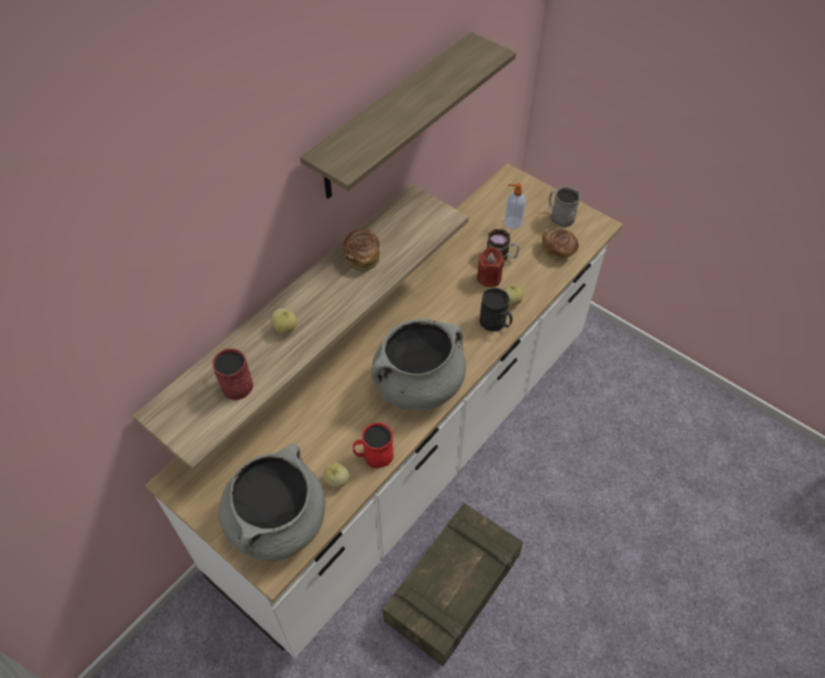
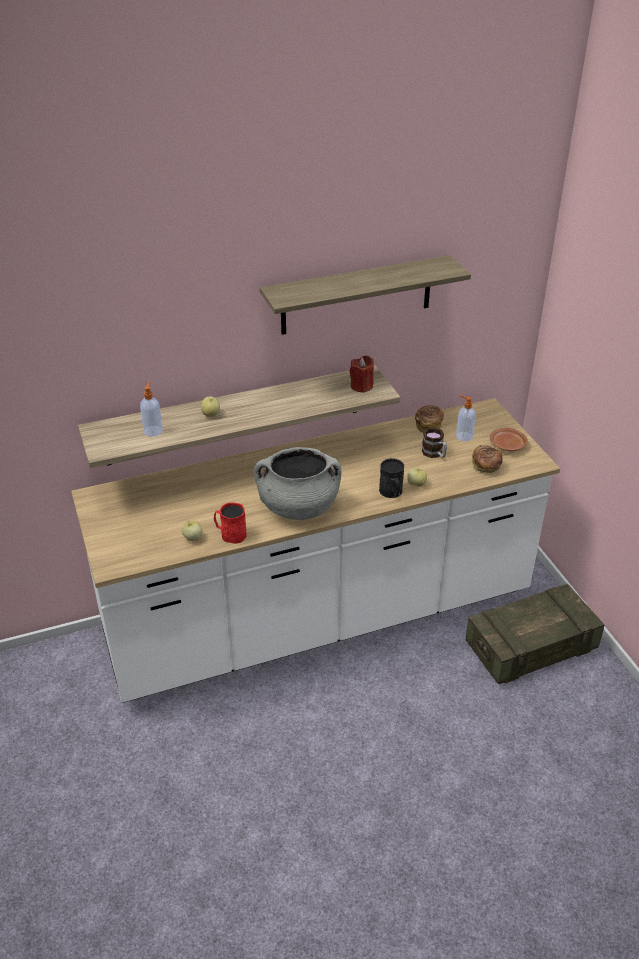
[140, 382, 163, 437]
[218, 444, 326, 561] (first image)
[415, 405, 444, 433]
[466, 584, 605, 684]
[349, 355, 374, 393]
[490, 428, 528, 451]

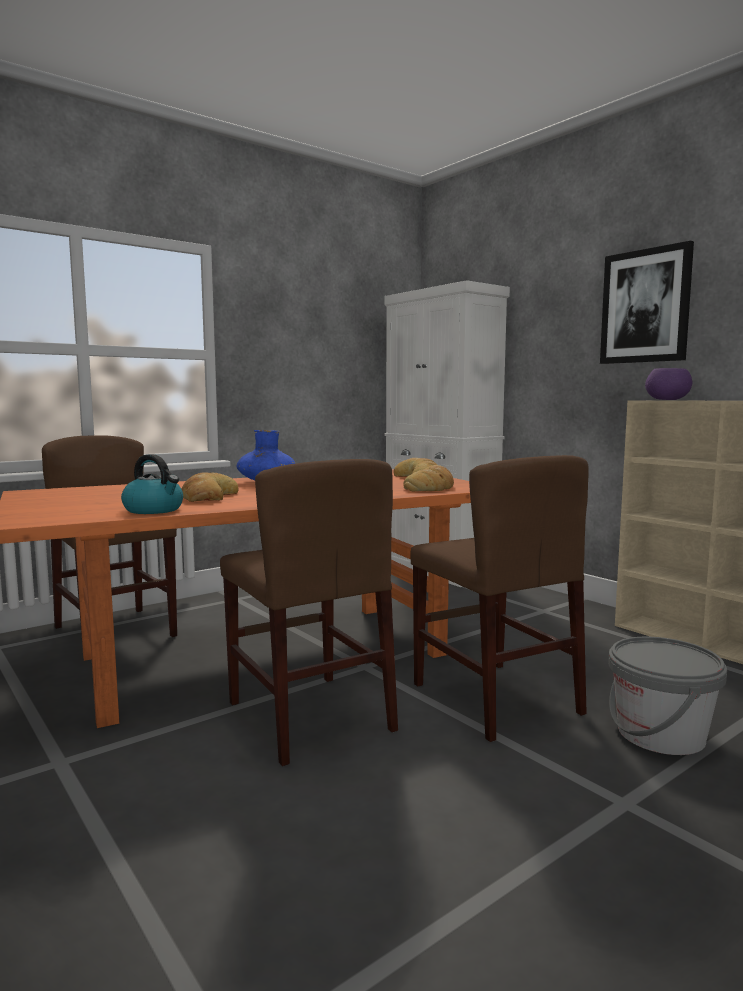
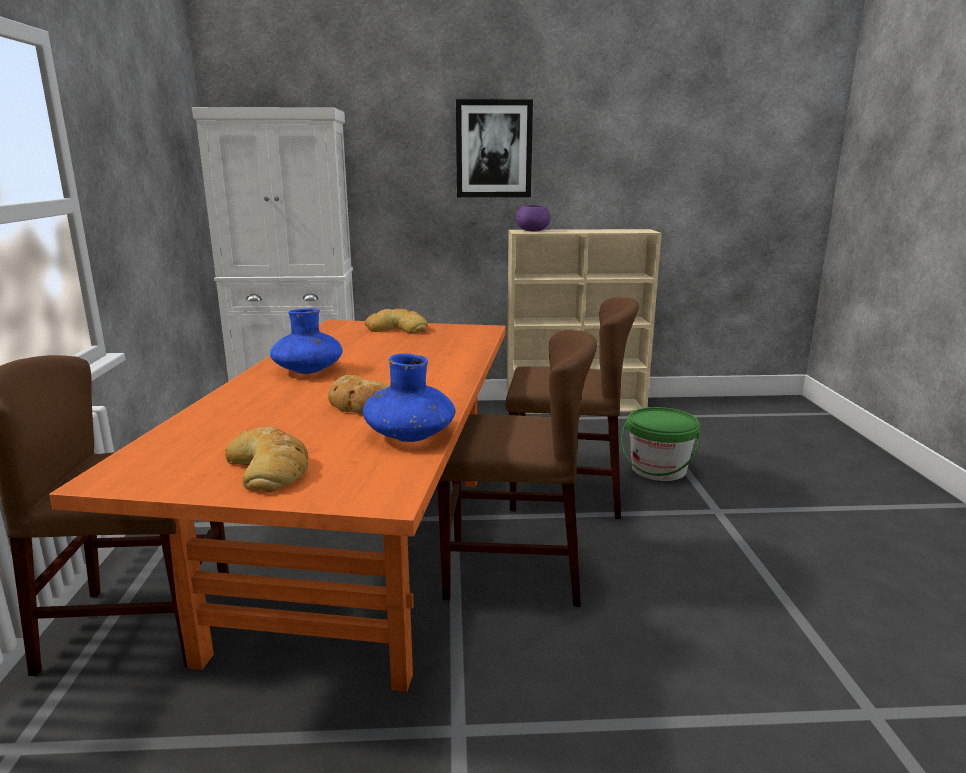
[363, 354, 455, 442]
[225, 427, 308, 492]
[621, 407, 701, 481]

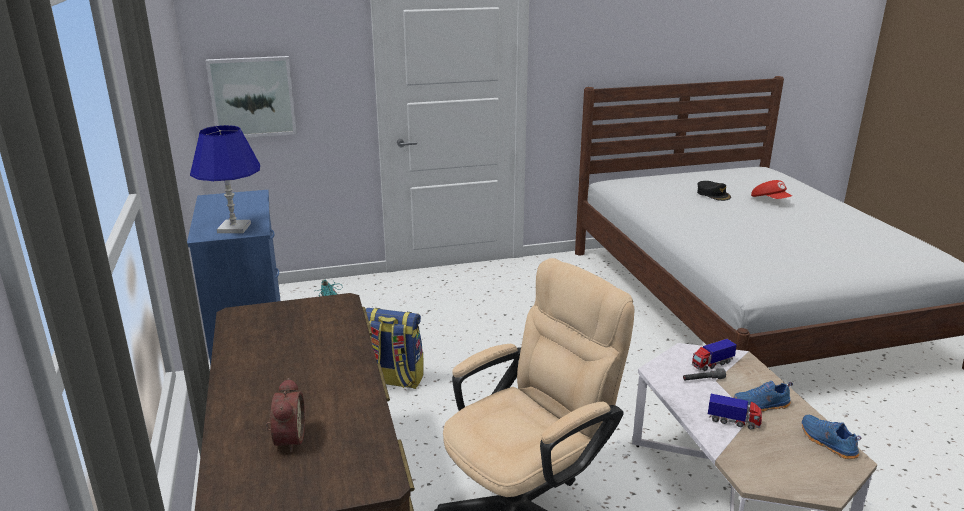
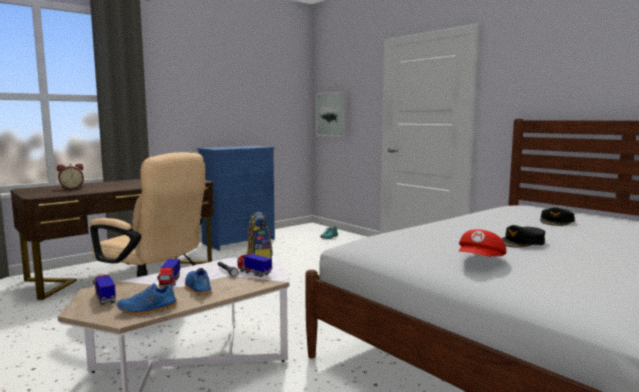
[190, 125, 260, 233] (first image)
[459, 229, 506, 257]
[116, 282, 178, 315]
[93, 275, 116, 305]
[501, 225, 545, 247]

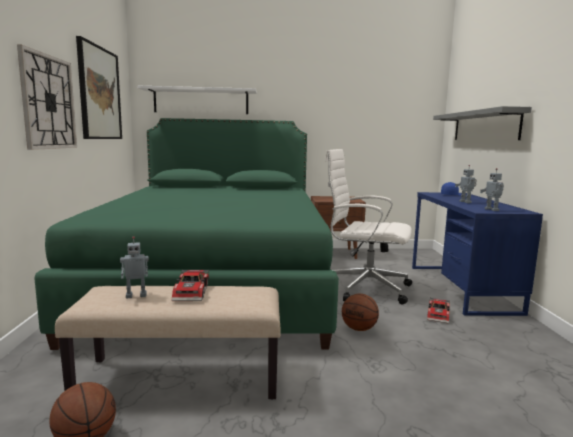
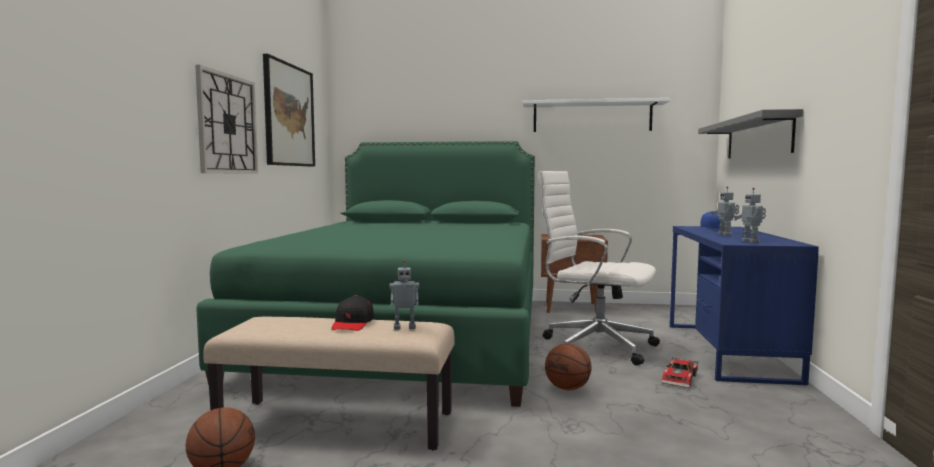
[389, 260, 420, 330]
[523, 98, 671, 132]
[331, 295, 374, 331]

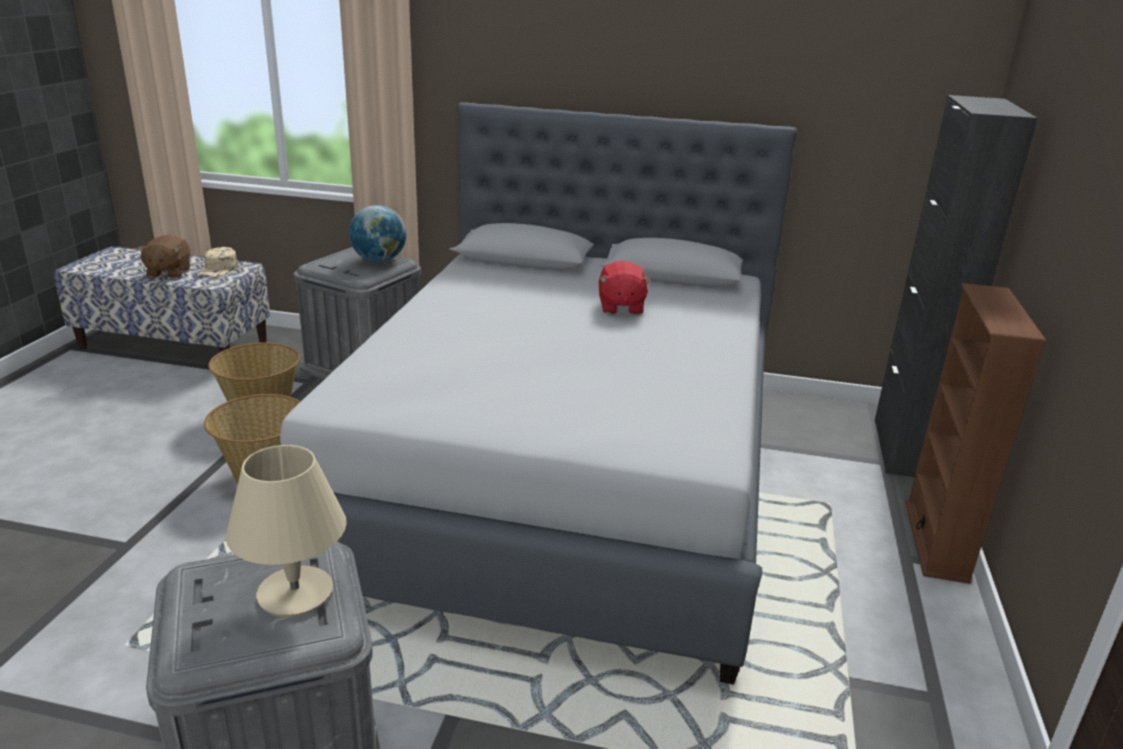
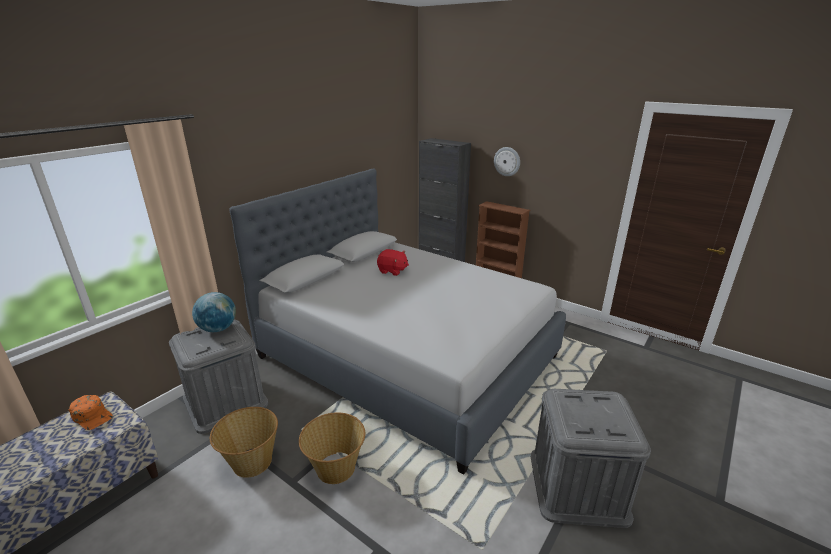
[137, 235, 190, 278] (first image)
[69, 395, 113, 430]
[226, 445, 347, 618] (first image)
[494, 147, 520, 176]

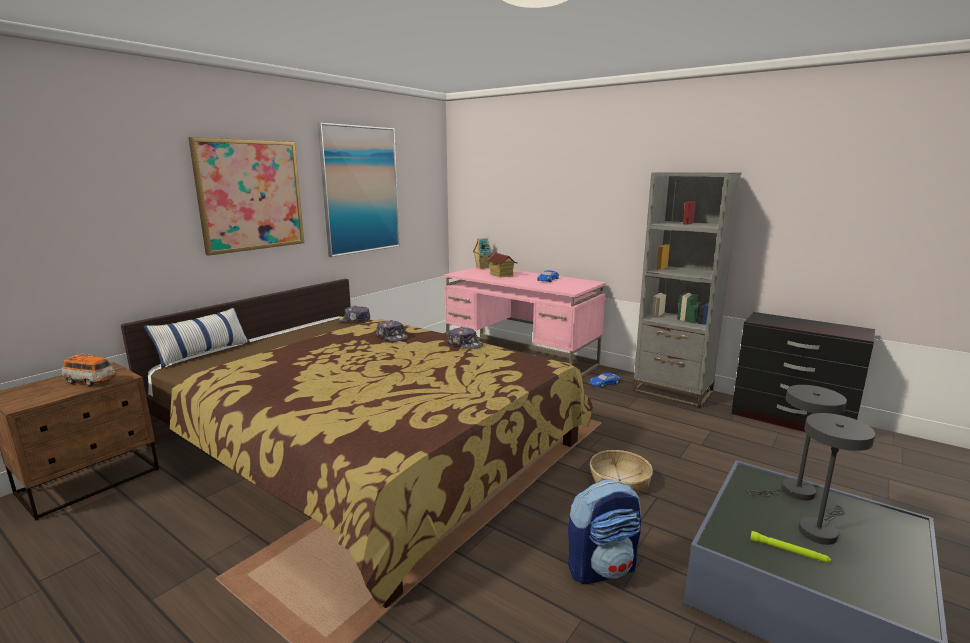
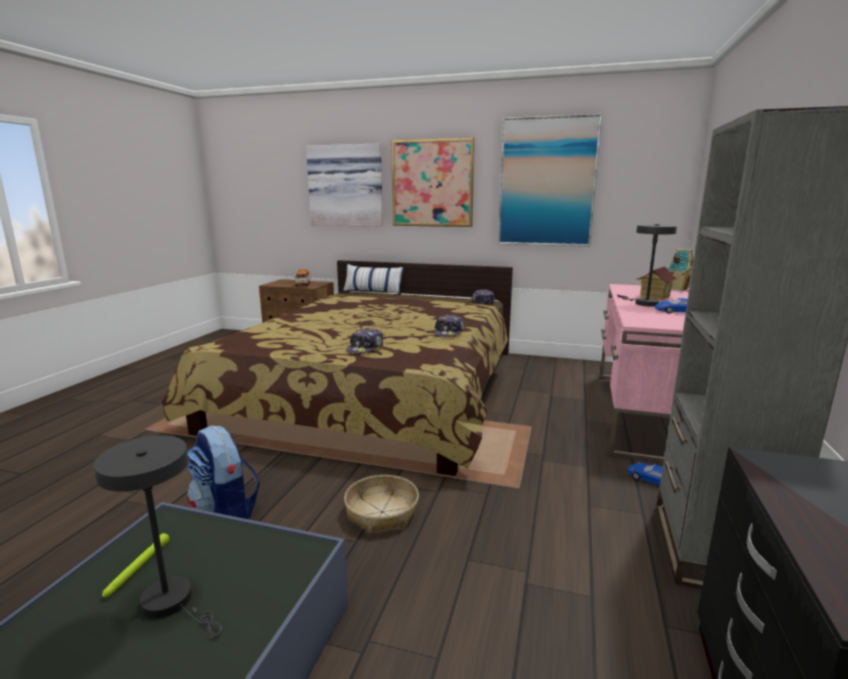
[346, 328, 383, 354]
[617, 224, 677, 307]
[306, 143, 383, 227]

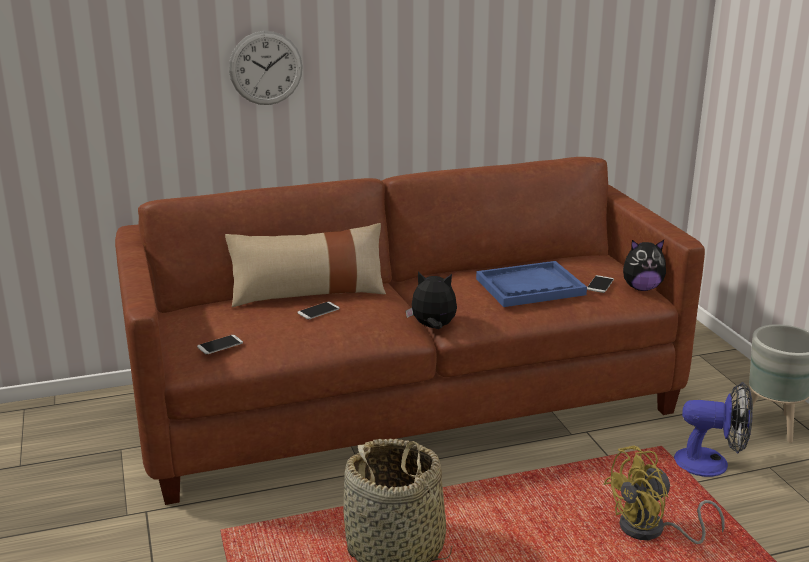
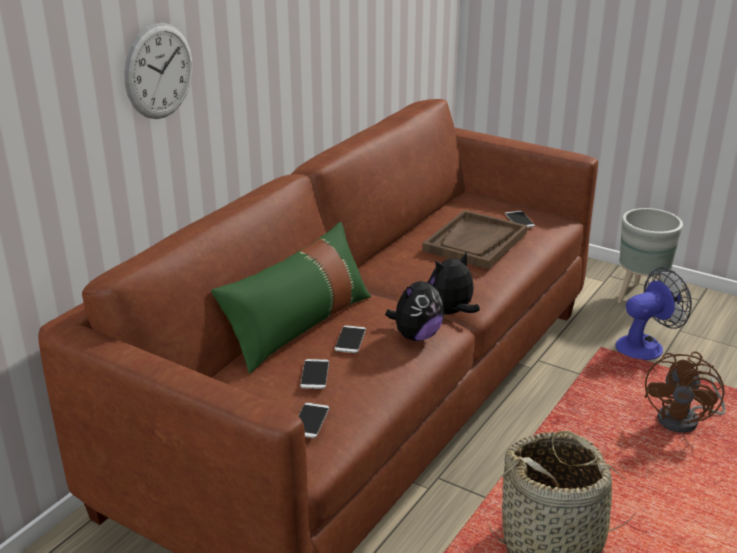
[211, 222, 371, 373]
[422, 210, 527, 269]
[644, 351, 725, 433]
[385, 274, 444, 341]
[300, 359, 329, 389]

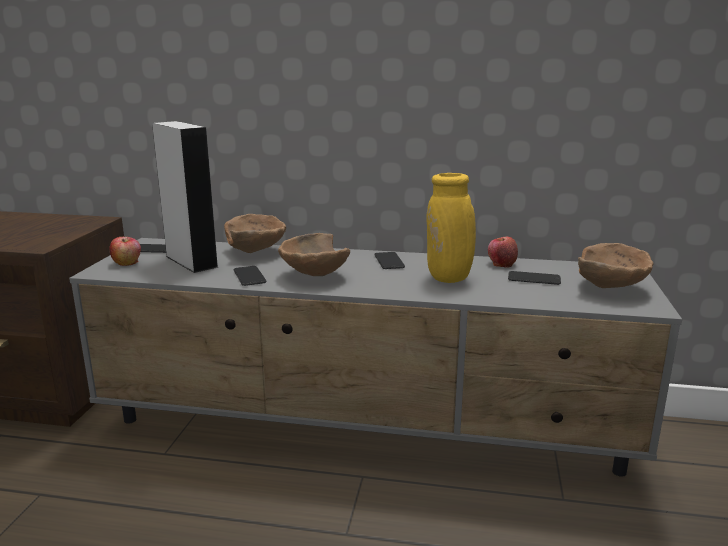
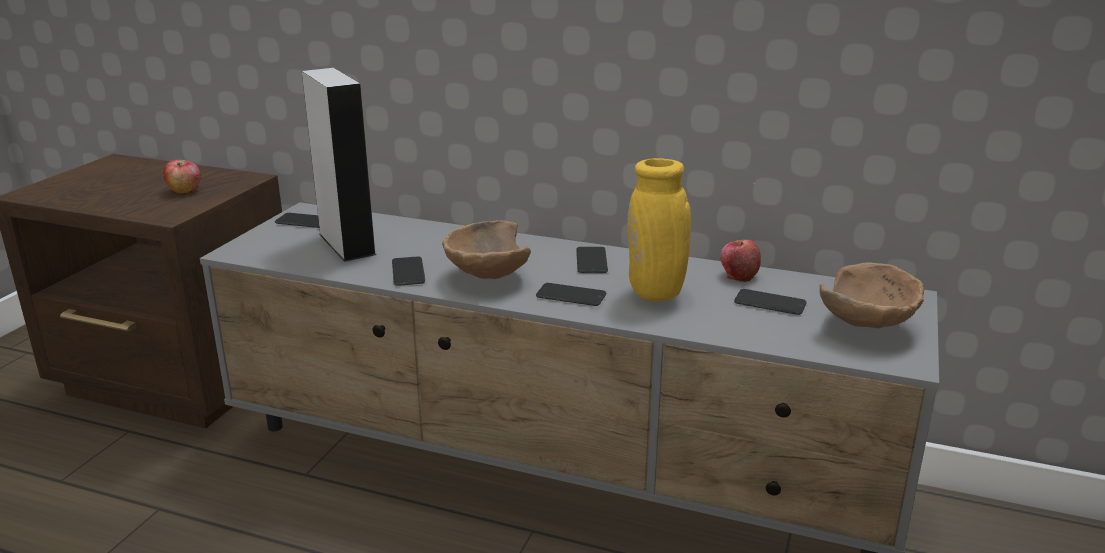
[163, 159, 201, 194]
[224, 214, 286, 253] (first image)
[536, 283, 606, 306]

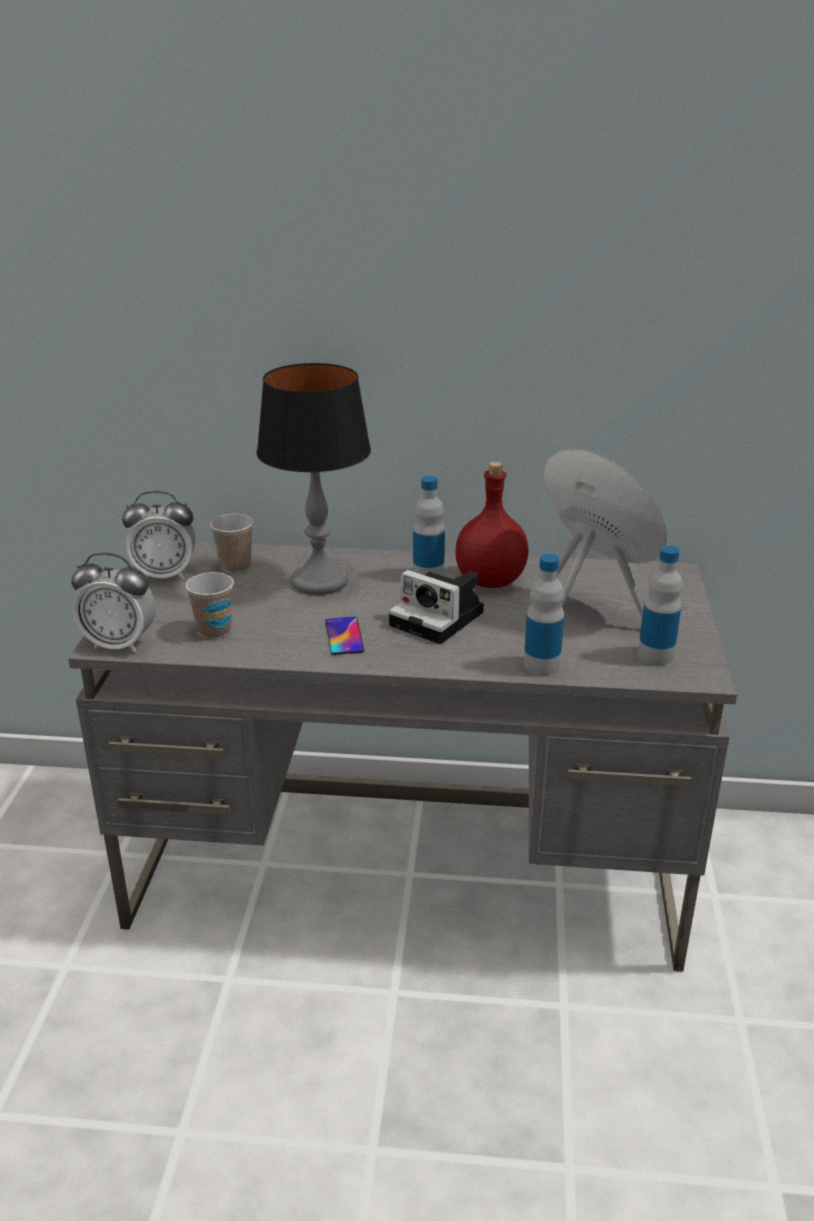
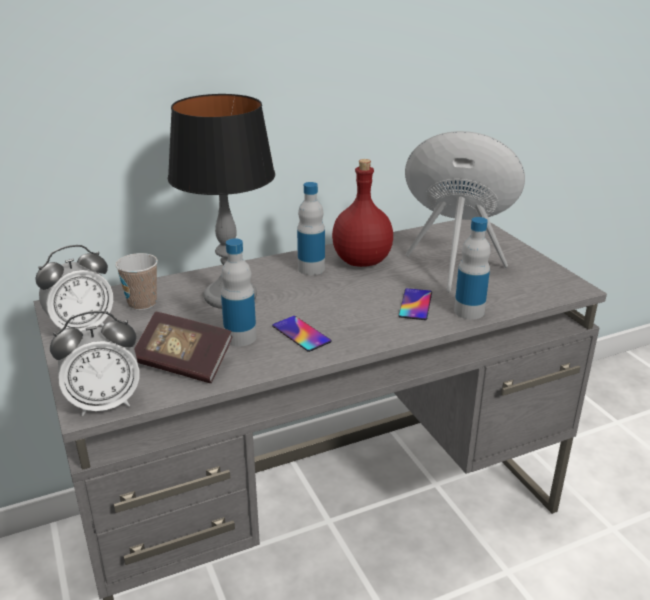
[134, 311, 233, 383]
[389, 570, 484, 644] (first image)
[221, 238, 256, 347]
[399, 288, 432, 320]

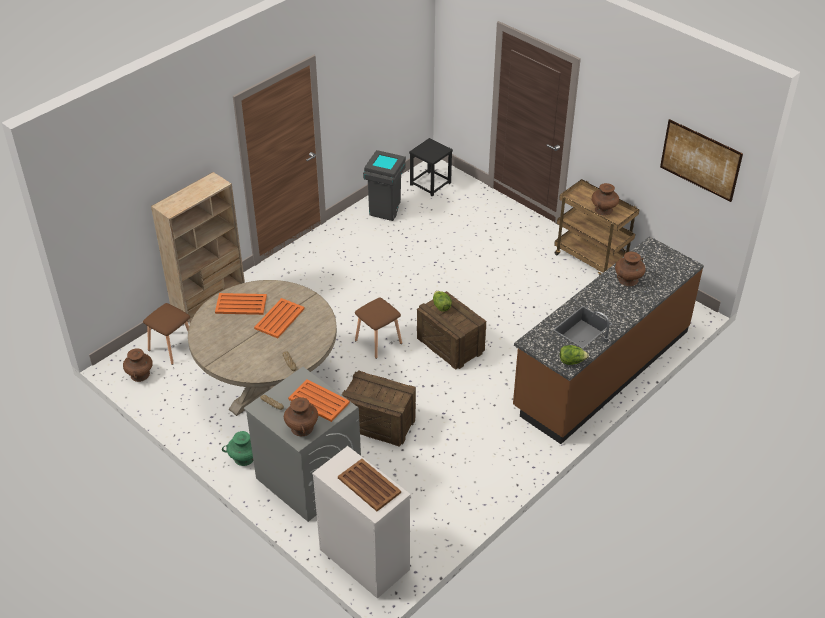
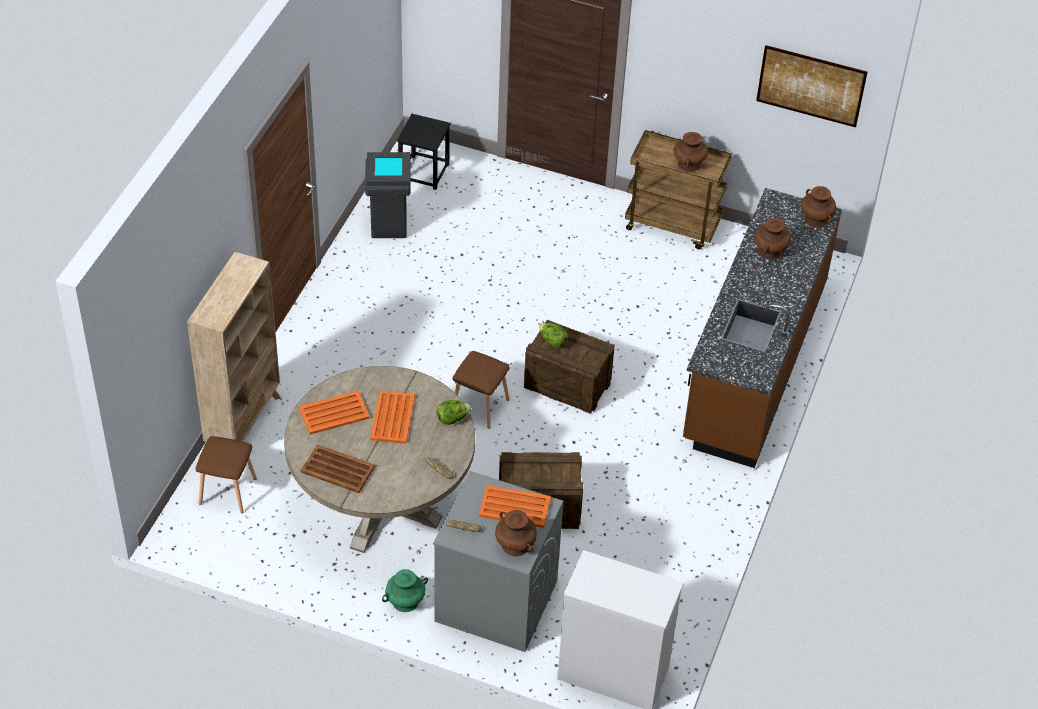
[801, 186, 836, 228]
[301, 444, 375, 493]
[437, 400, 472, 425]

